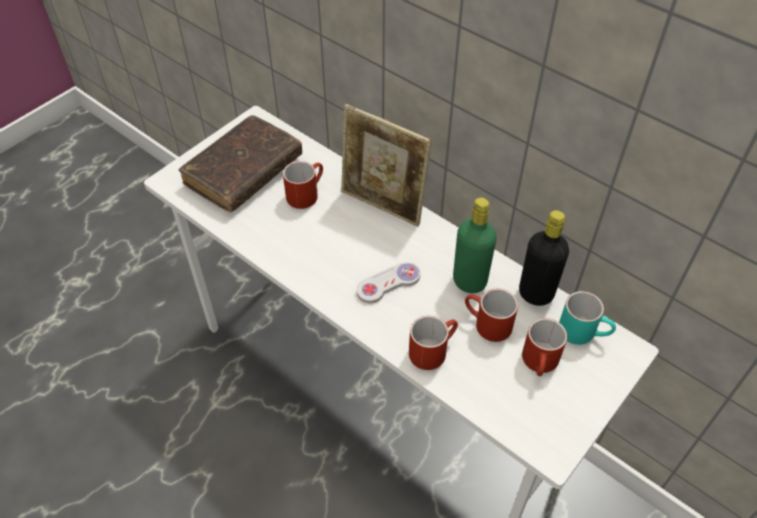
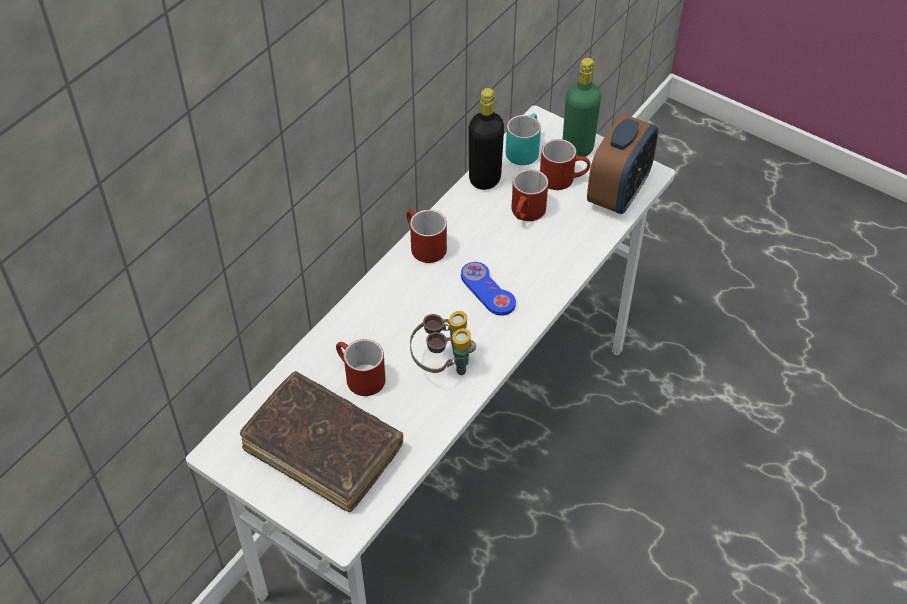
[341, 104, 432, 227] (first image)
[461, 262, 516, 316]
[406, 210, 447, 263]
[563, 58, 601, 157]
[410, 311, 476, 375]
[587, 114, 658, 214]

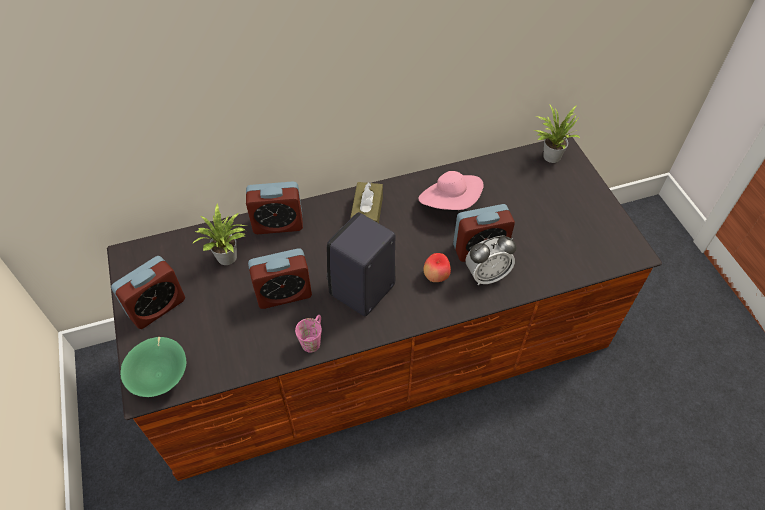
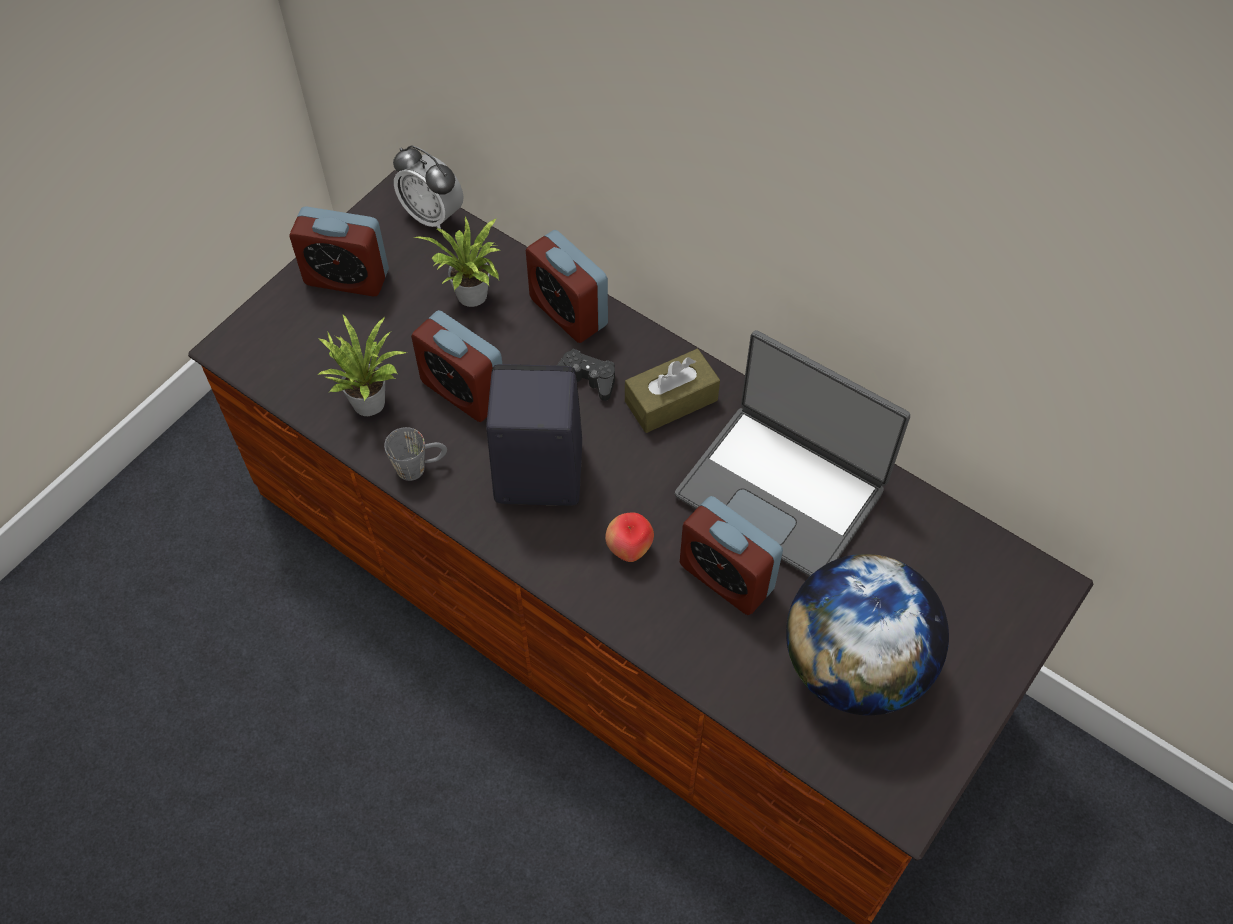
[120, 337, 186, 397] (first image)
[384, 427, 447, 481]
[675, 330, 910, 577]
[393, 145, 464, 229]
[316, 315, 407, 416]
[557, 349, 615, 401]
[786, 554, 949, 716]

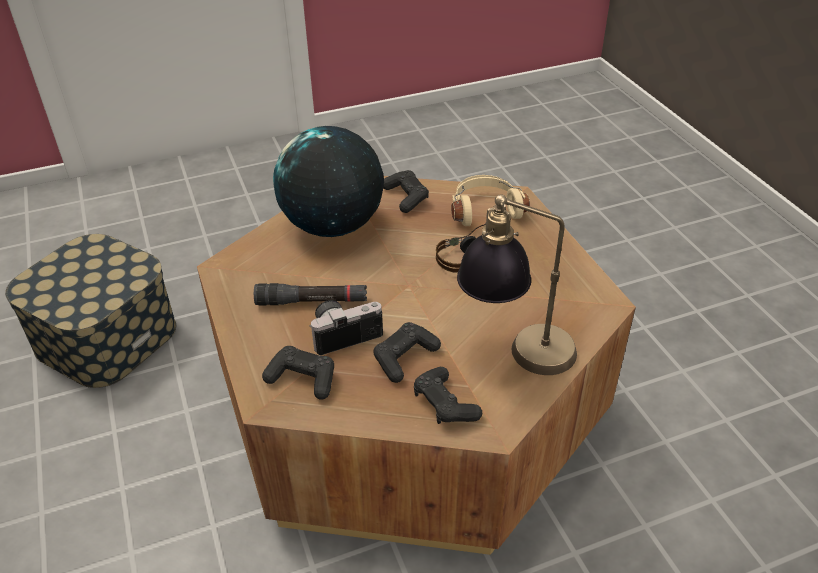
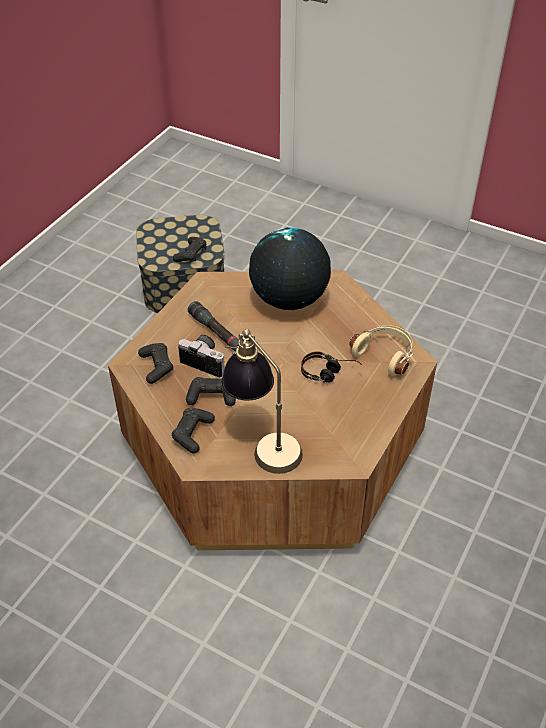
[173, 237, 206, 262]

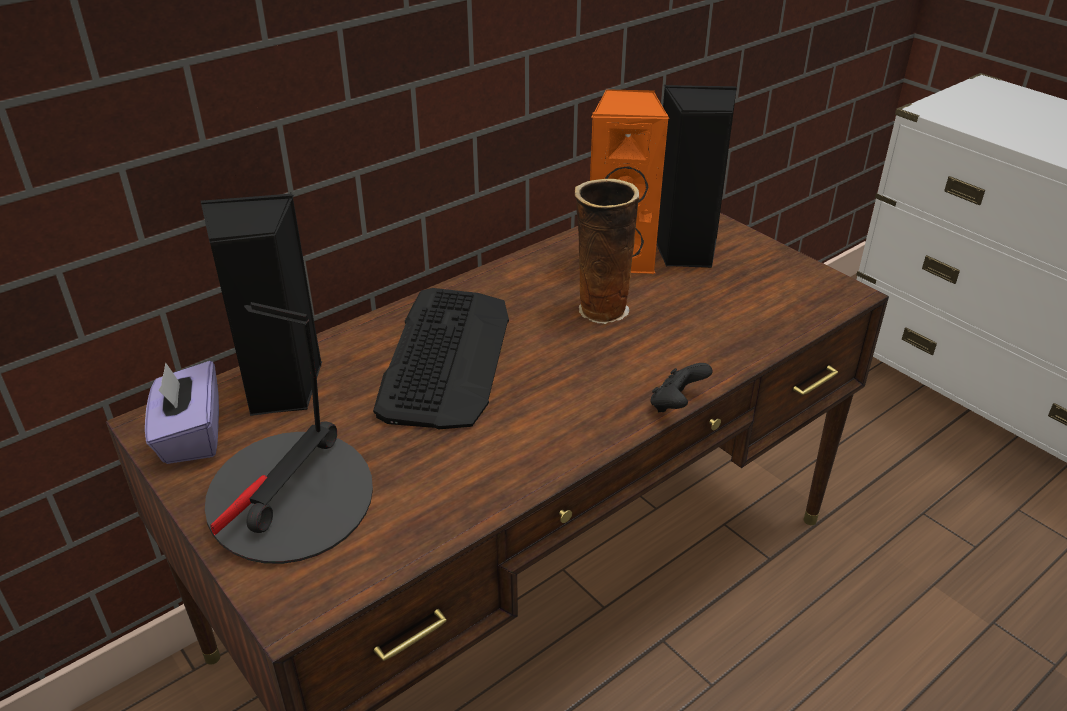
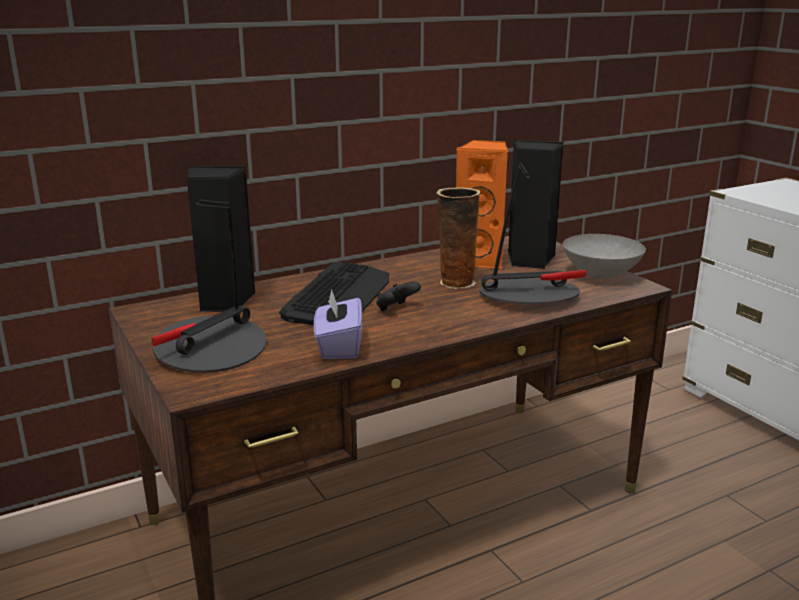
[314, 289, 362, 359]
[376, 282, 421, 311]
[480, 162, 586, 304]
[563, 234, 646, 279]

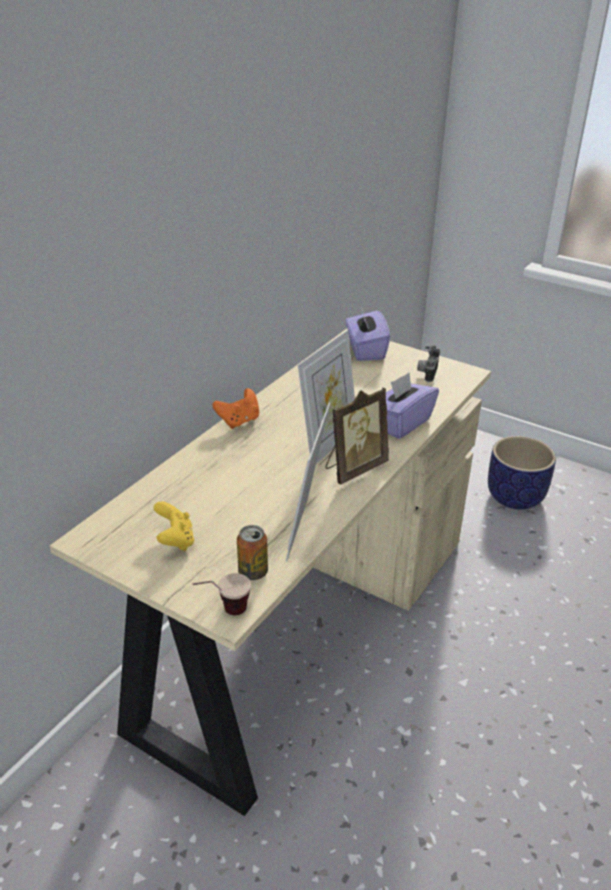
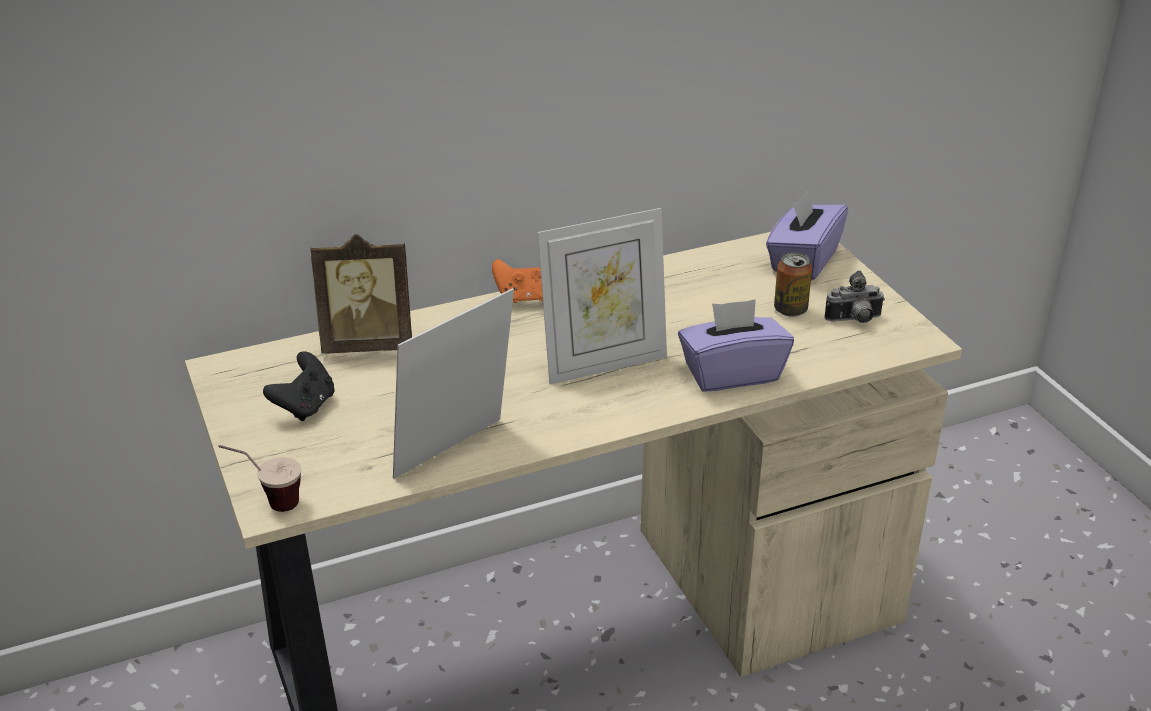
[263, 351, 335, 421]
[774, 252, 812, 317]
[311, 234, 412, 354]
[824, 270, 885, 323]
[488, 436, 556, 510] (first image)

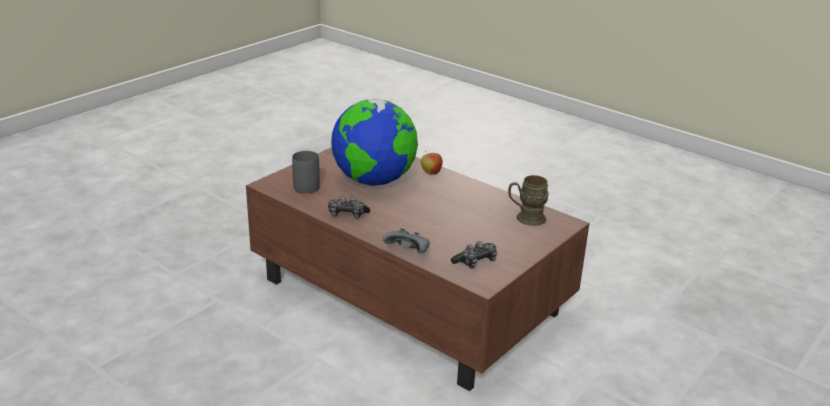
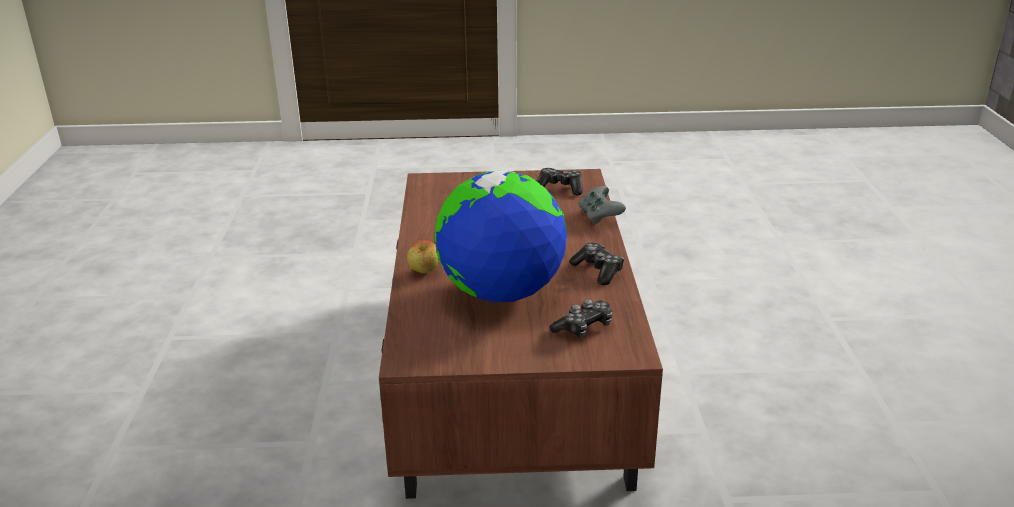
[550, 299, 613, 338]
[508, 175, 549, 226] (first image)

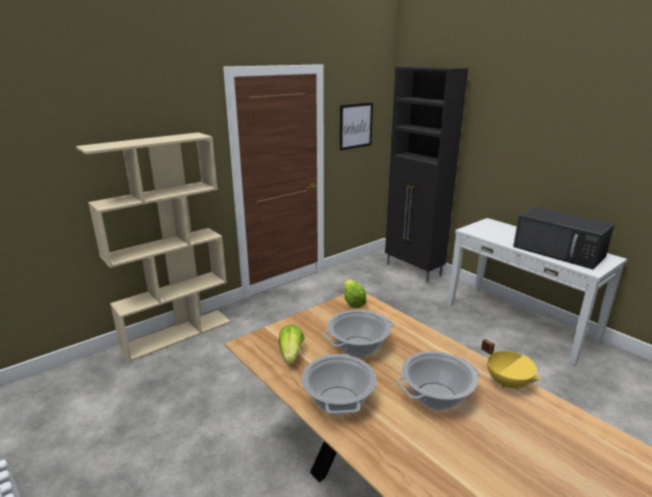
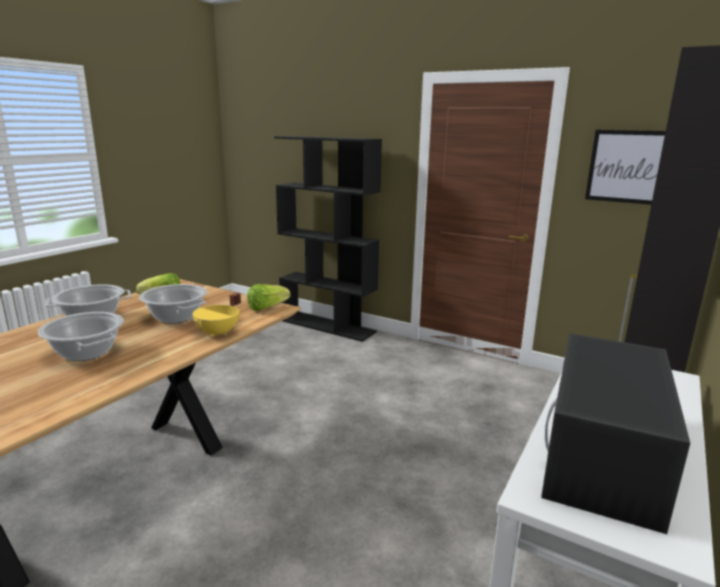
[274, 136, 382, 342]
[193, 293, 241, 337]

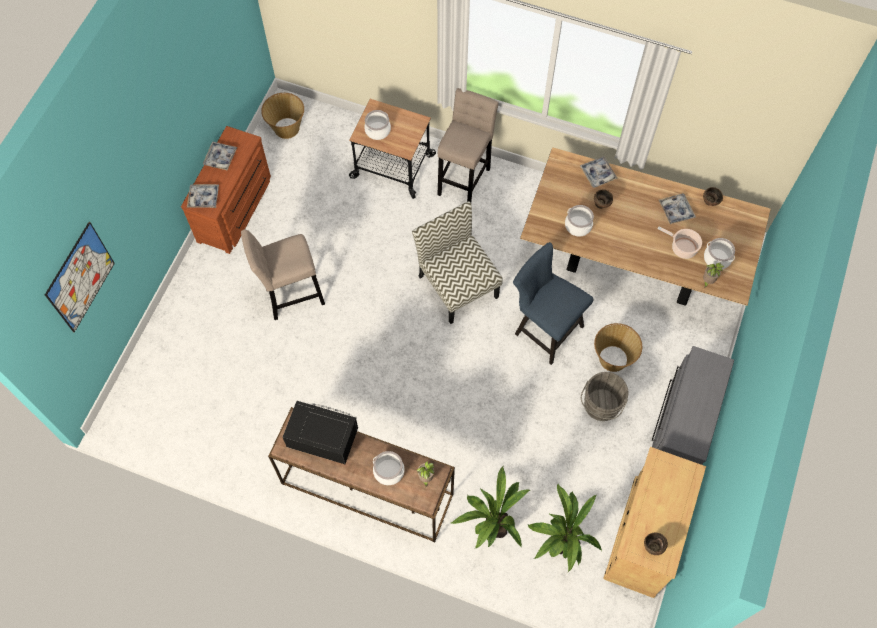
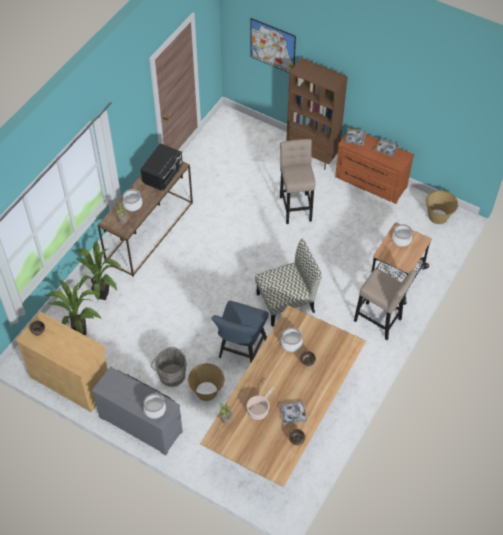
[212, 301, 269, 363]
[580, 156, 618, 188] (first image)
[143, 393, 166, 419]
[286, 58, 348, 170]

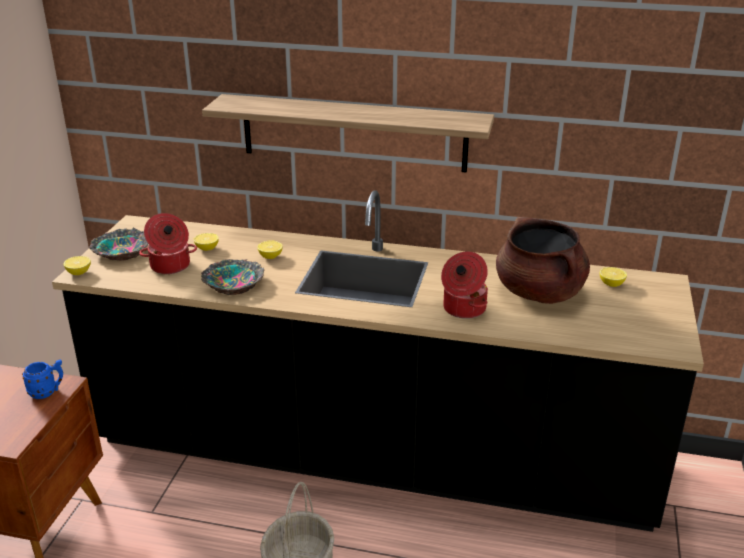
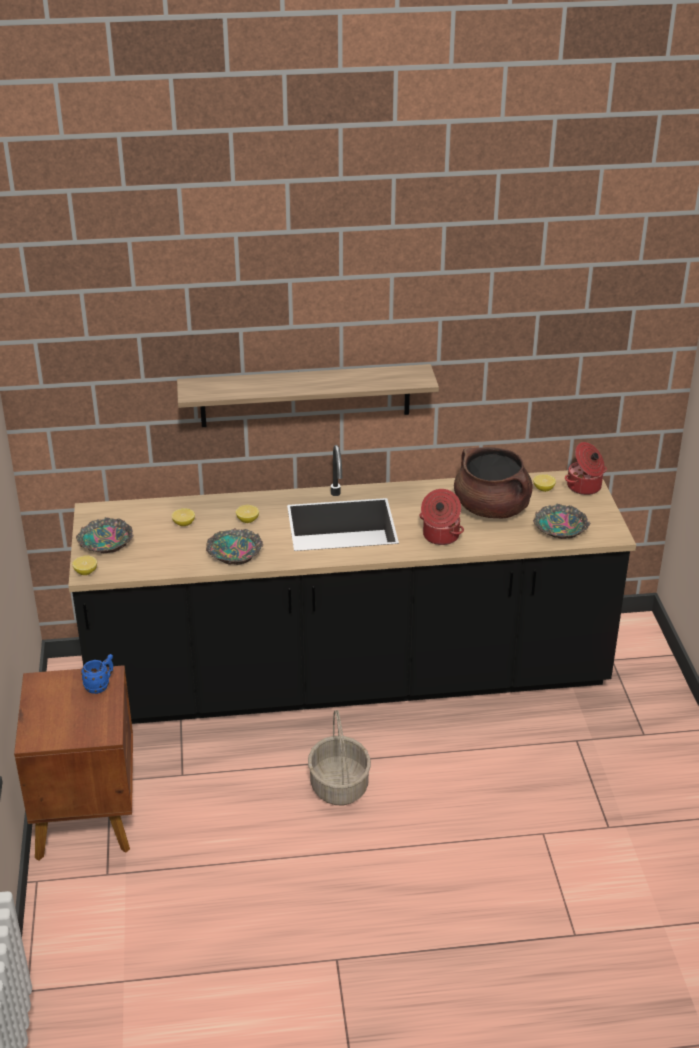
[565, 442, 607, 495]
[533, 503, 590, 539]

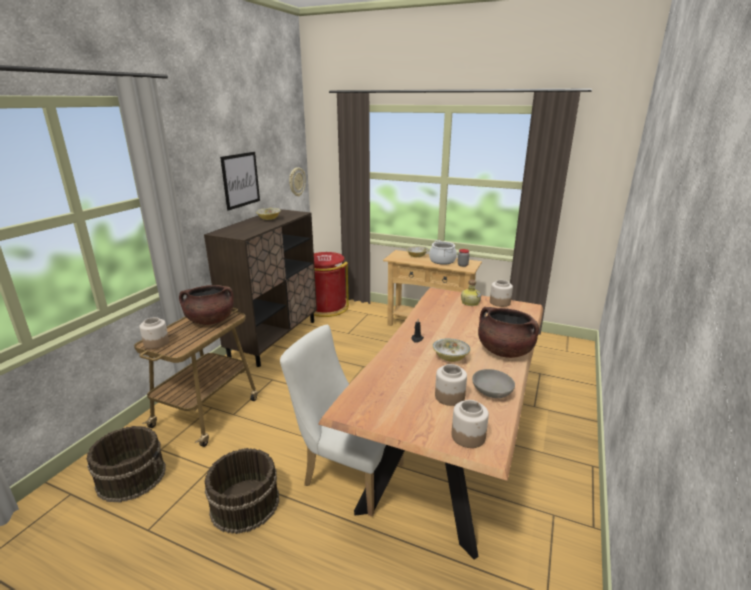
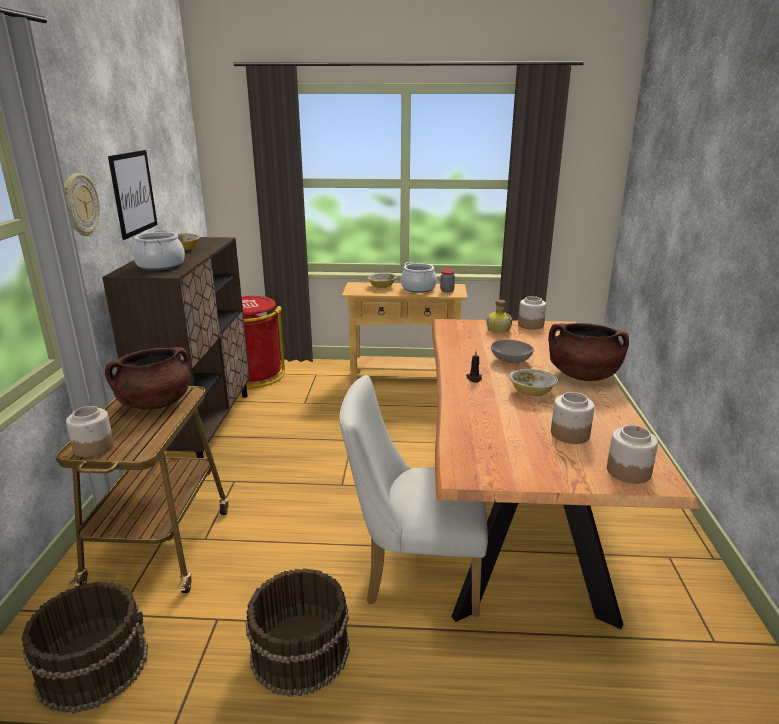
[64, 173, 100, 236]
[491, 340, 534, 363]
[133, 230, 185, 270]

